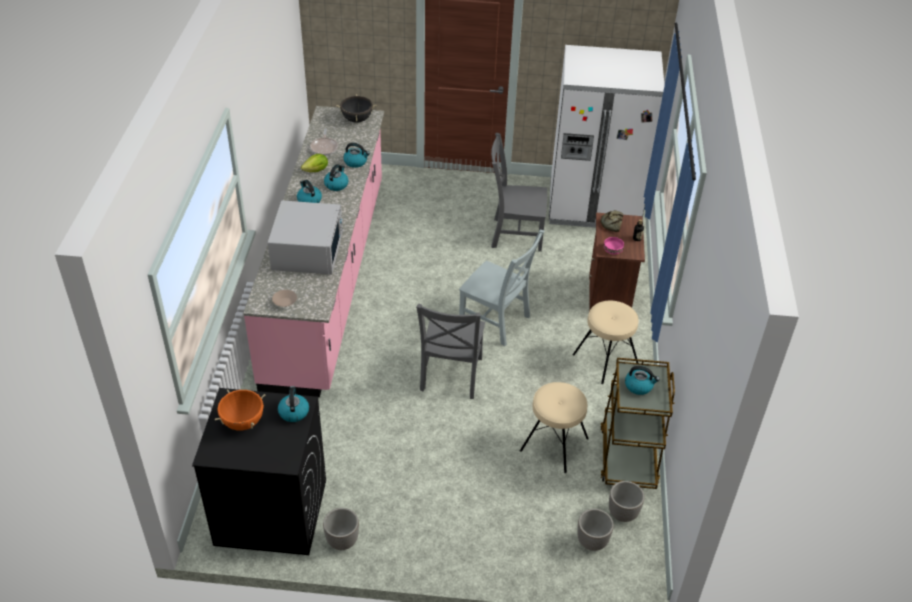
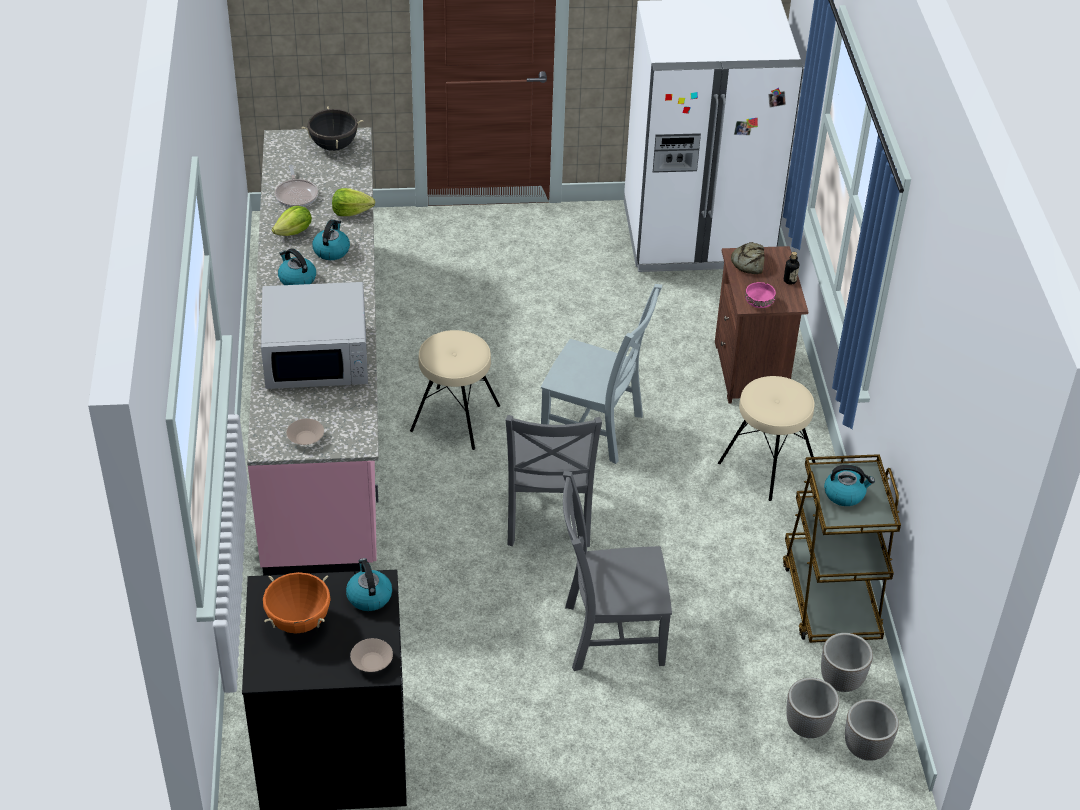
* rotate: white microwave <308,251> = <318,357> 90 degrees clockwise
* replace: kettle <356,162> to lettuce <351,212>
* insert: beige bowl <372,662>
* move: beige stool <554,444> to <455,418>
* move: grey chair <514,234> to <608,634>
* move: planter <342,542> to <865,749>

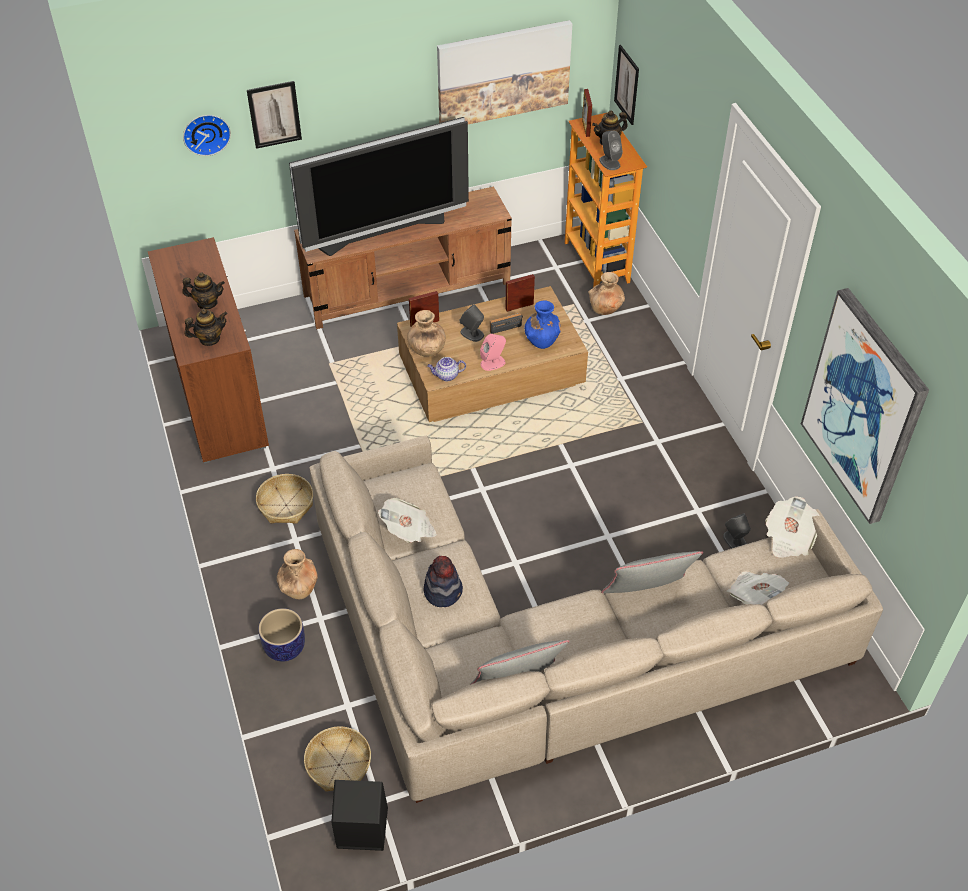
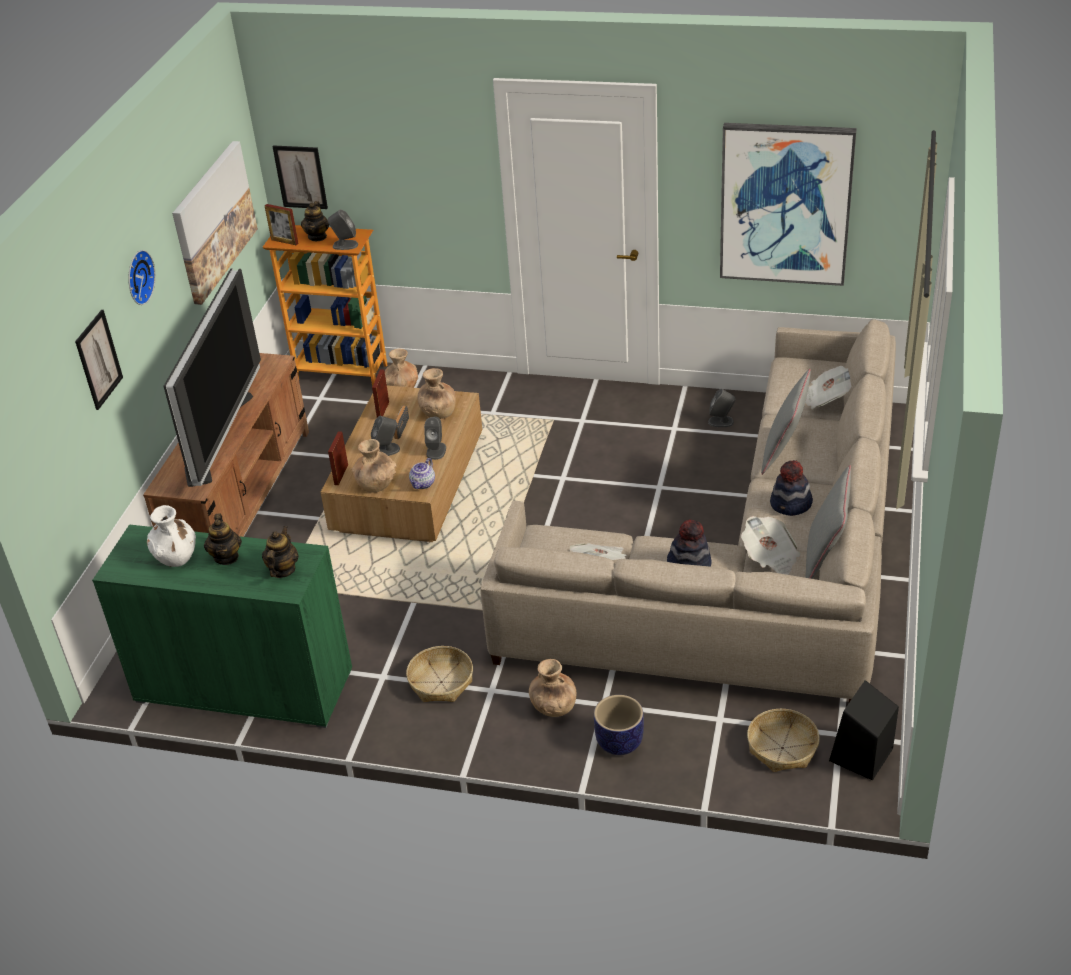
* recolor: brown cabinet <220,397> to green cabinet <244,686>
* move: wall clock <206,133> to <137,277>
* insert: white vase <176,557>
* rotate: teapot <207,303> = <226,557> 135 degrees clockwise
* recolor: blue vase <542,339> to brown vase <437,412>
* recolor: pink speaker <493,363> to grey speaker <436,450>
* move: newspaper <788,538> to <770,558>
* insert: hat <791,505>

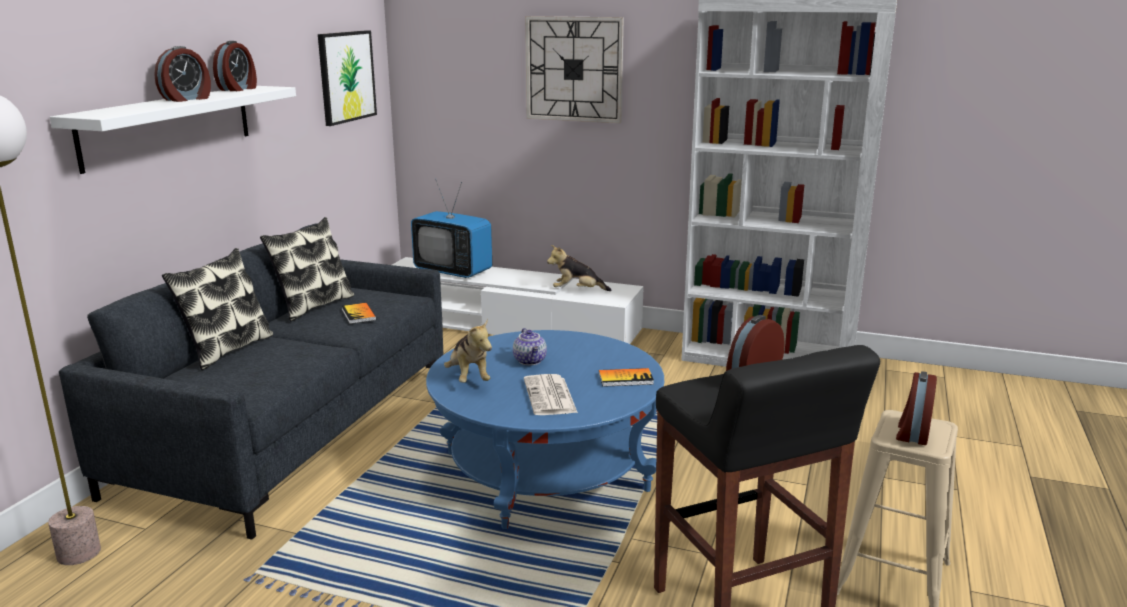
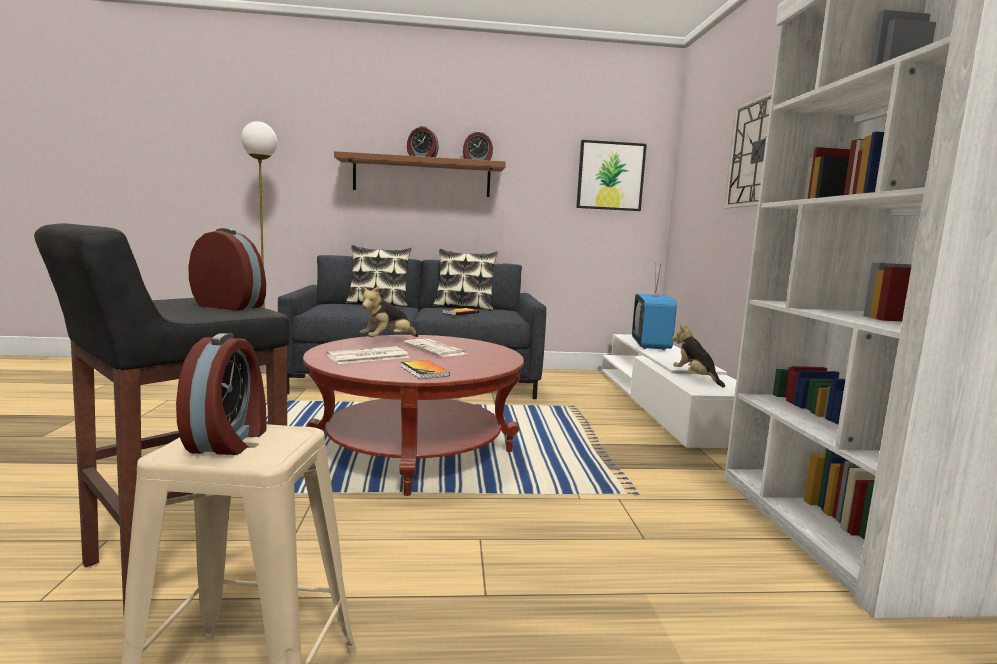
* rotate: alarm clock <912,433> = <230,440> 90 degrees clockwise
* recolor: blue coffee table <546,471> to red coffee table <414,450>
* recolor: white shelf <169,126> to brown shelf <422,177>
* replace: teapot <530,361> to newspaper <436,349>

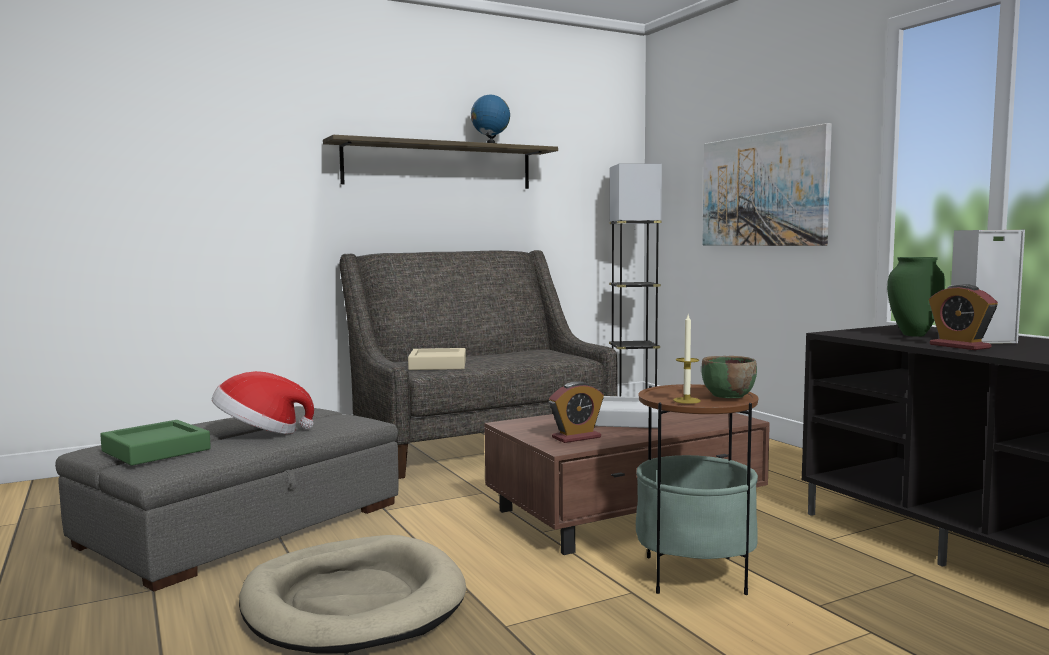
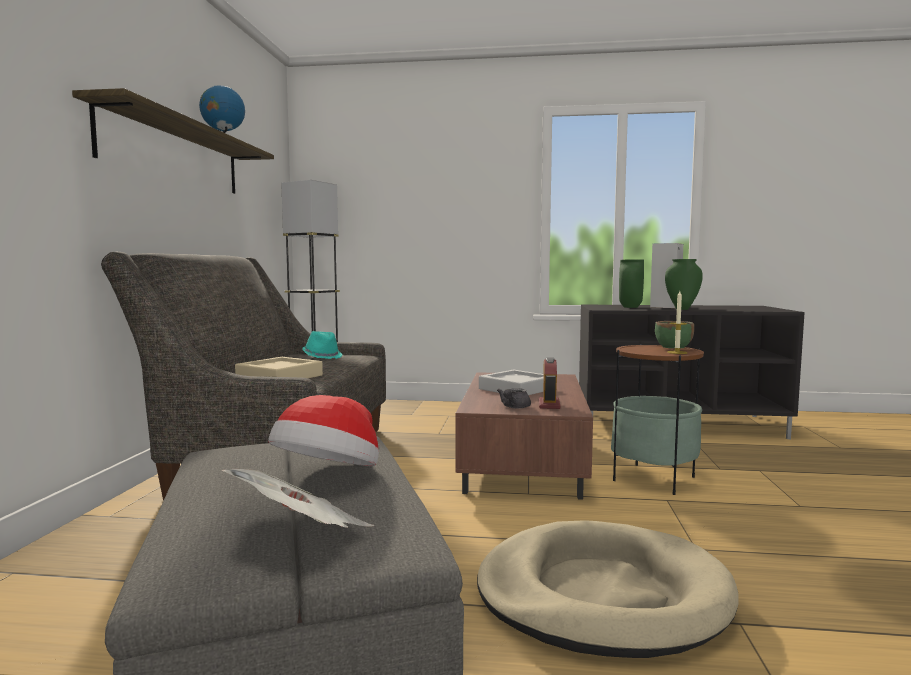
* replace: green tray <156,450> to newspaper <302,534>
* insert: turquoise hat <322,356>
* insert: grey teapot <514,407>
* replace: alarm clock <959,346> to green vase <682,309>
* delete: picture <763,190>

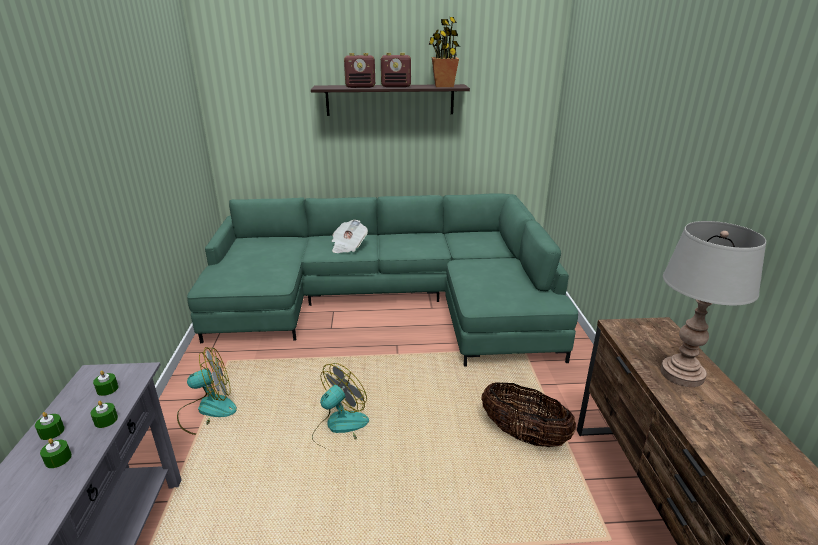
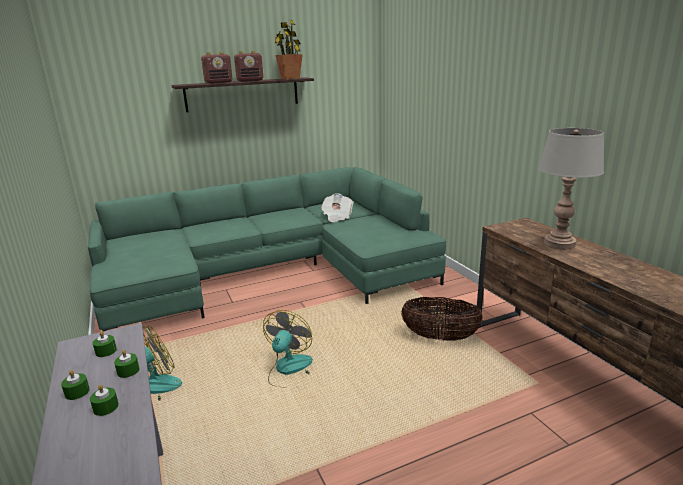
* move: newspaper <348,246> to <337,216>

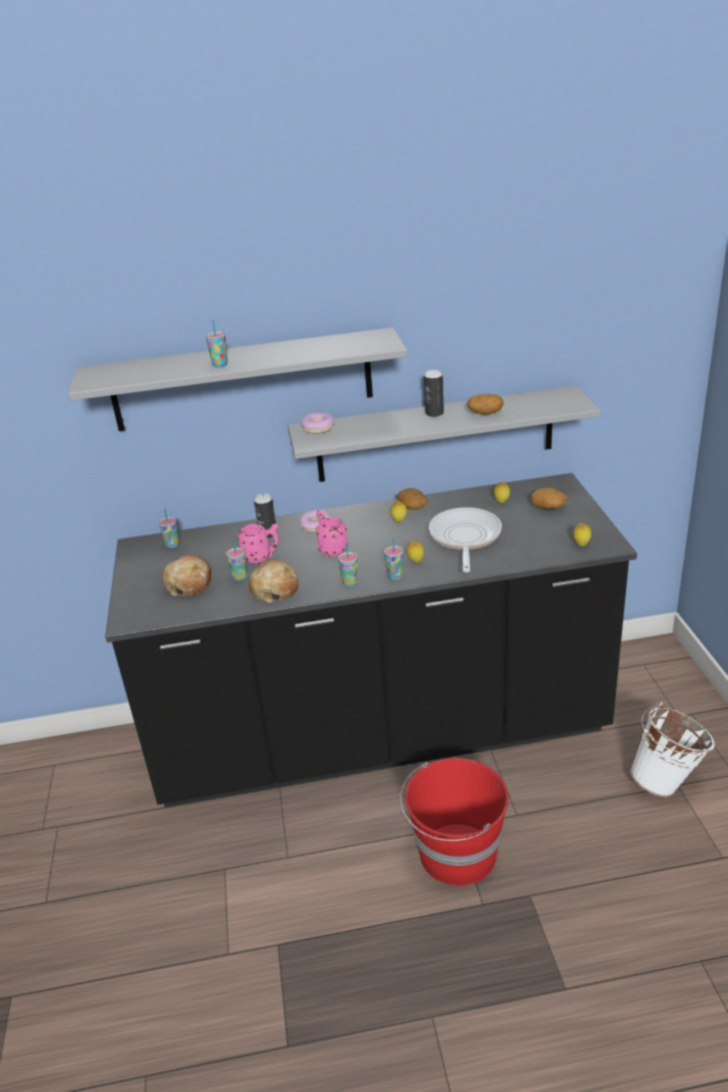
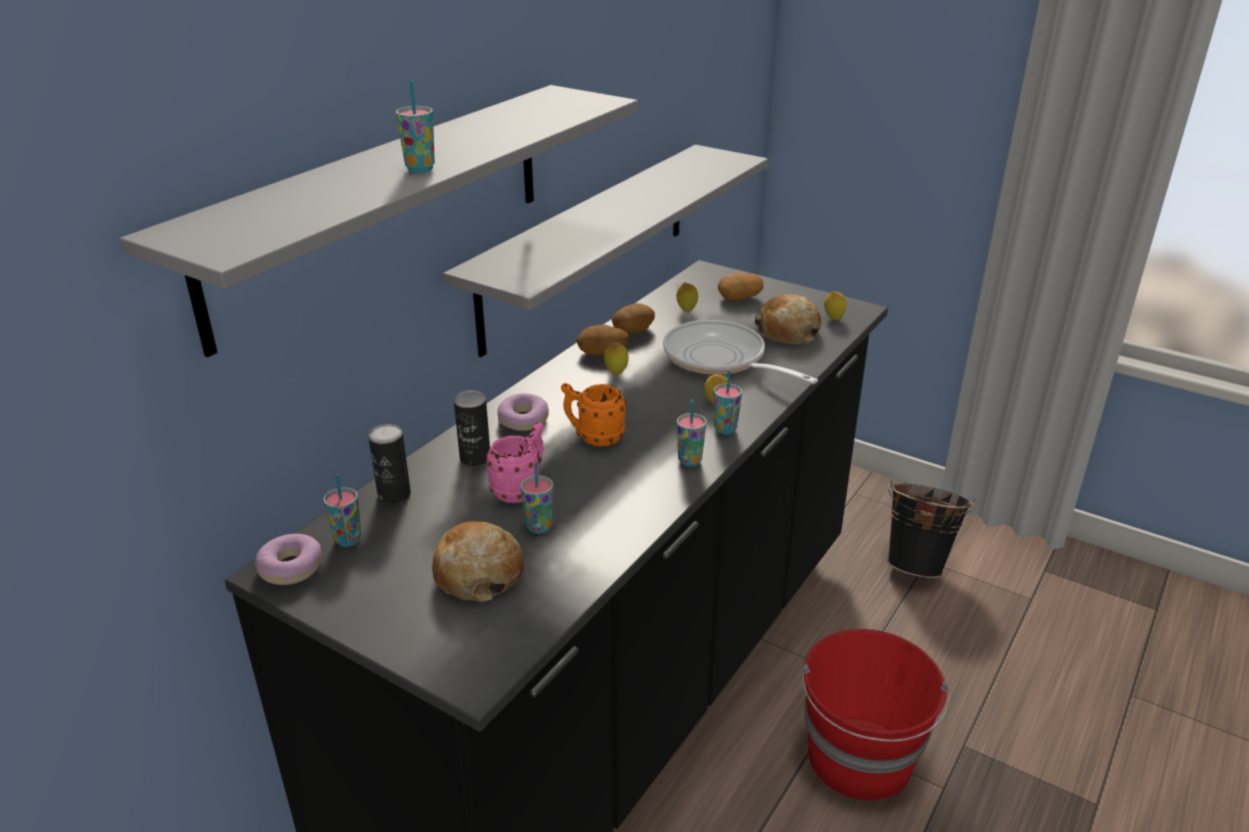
* move: donut <318,428> to <291,567>
* move: can <434,413> to <394,495>
* recolor: pink mug <330,549> to orange mug <593,437>
* move: potato <485,413> to <633,330>
* move: bread <274,589> to <787,331>
* recolor: white bucket <667,782> to black bucket <917,563>

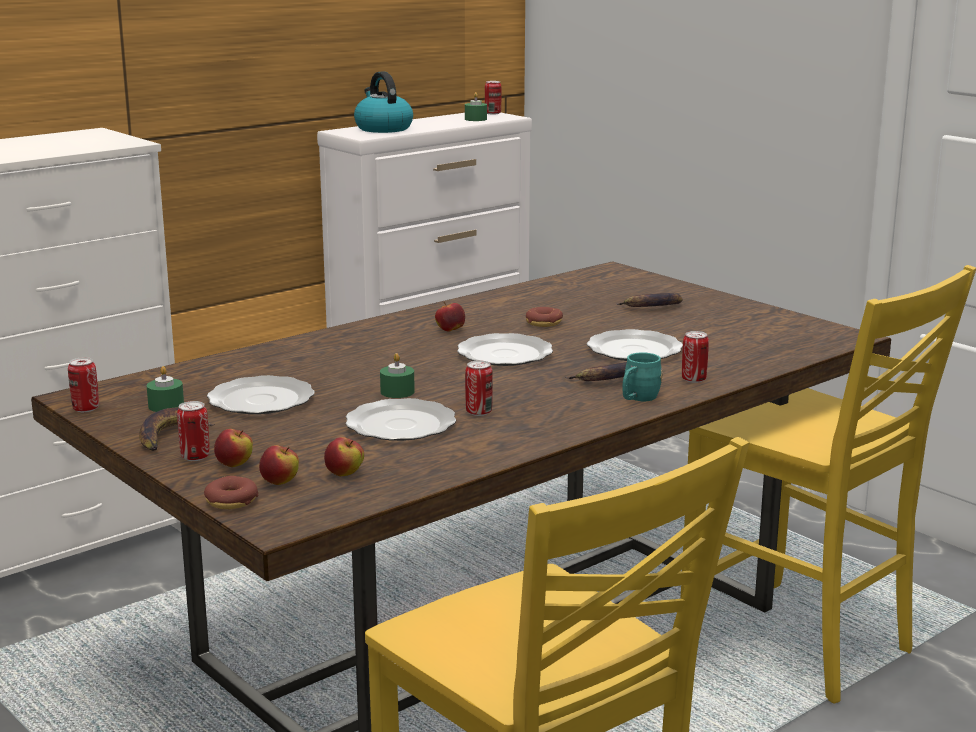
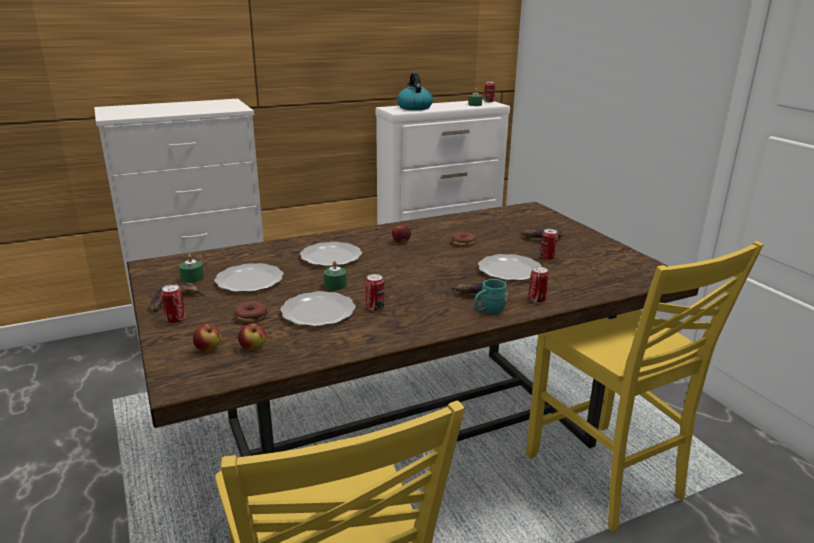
* move: donut <231,501> to <251,316>
* move: plate <503,354> to <330,256>
* move: can <86,409> to <547,258>
* delete: apple <235,464>

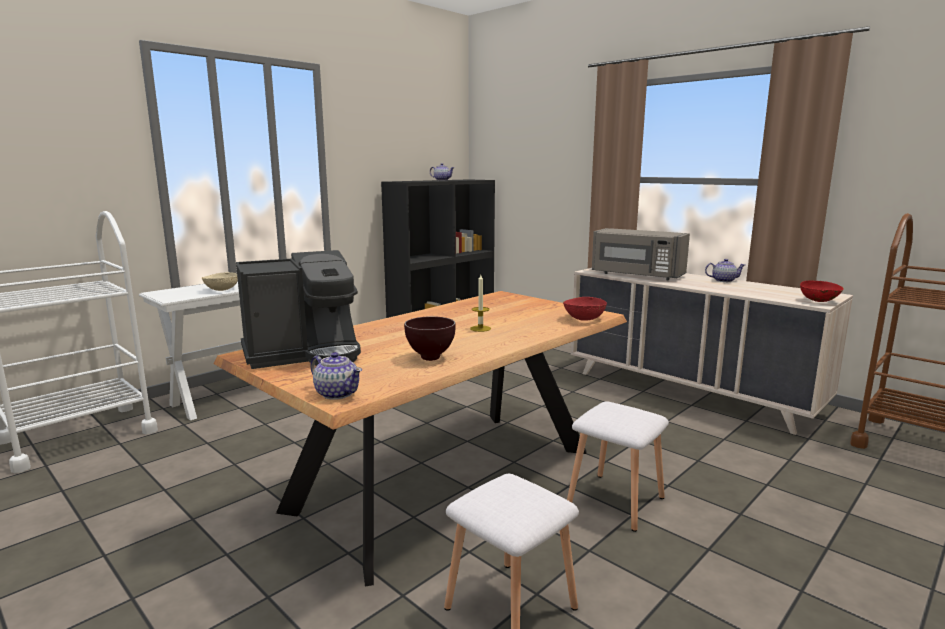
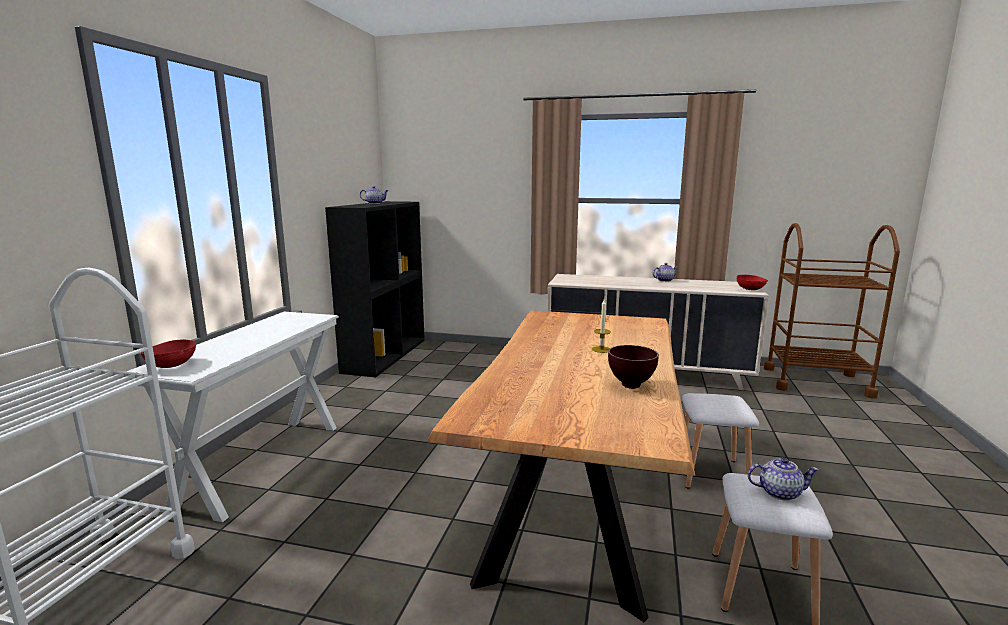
* move: red bowl <584,319> to <171,365>
* move: teapot <337,393> to <779,492>
* delete: beige bowl <222,290>
* delete: coffee machine <304,354>
* delete: grey microwave <636,275>

